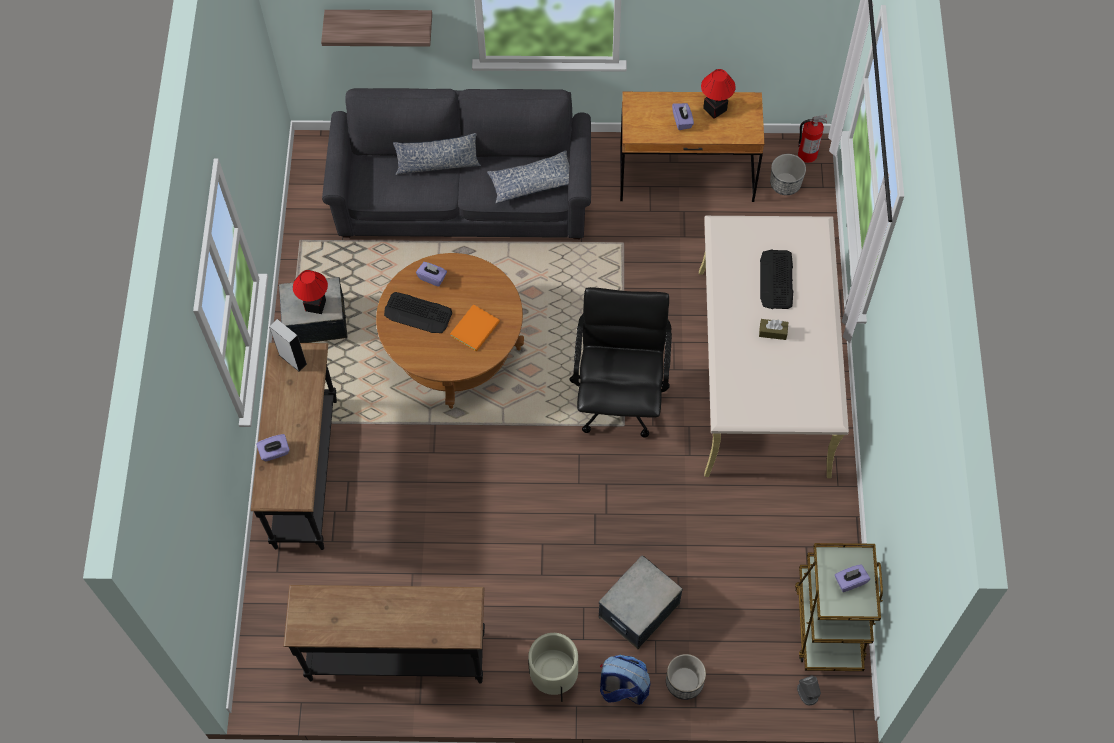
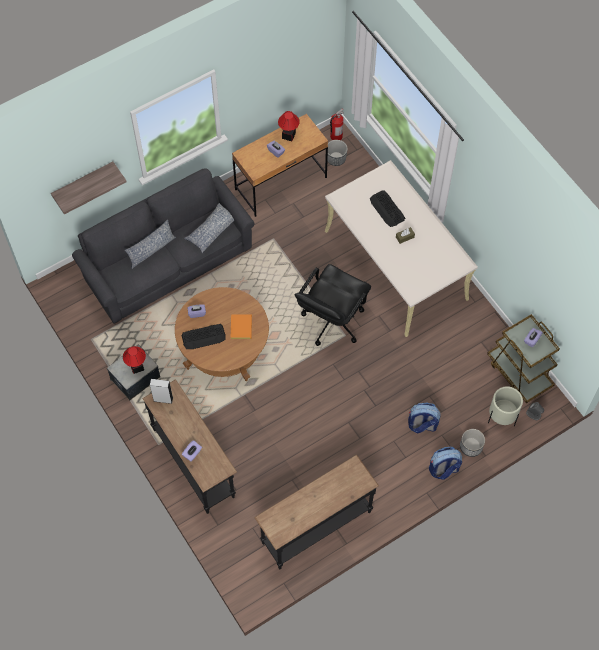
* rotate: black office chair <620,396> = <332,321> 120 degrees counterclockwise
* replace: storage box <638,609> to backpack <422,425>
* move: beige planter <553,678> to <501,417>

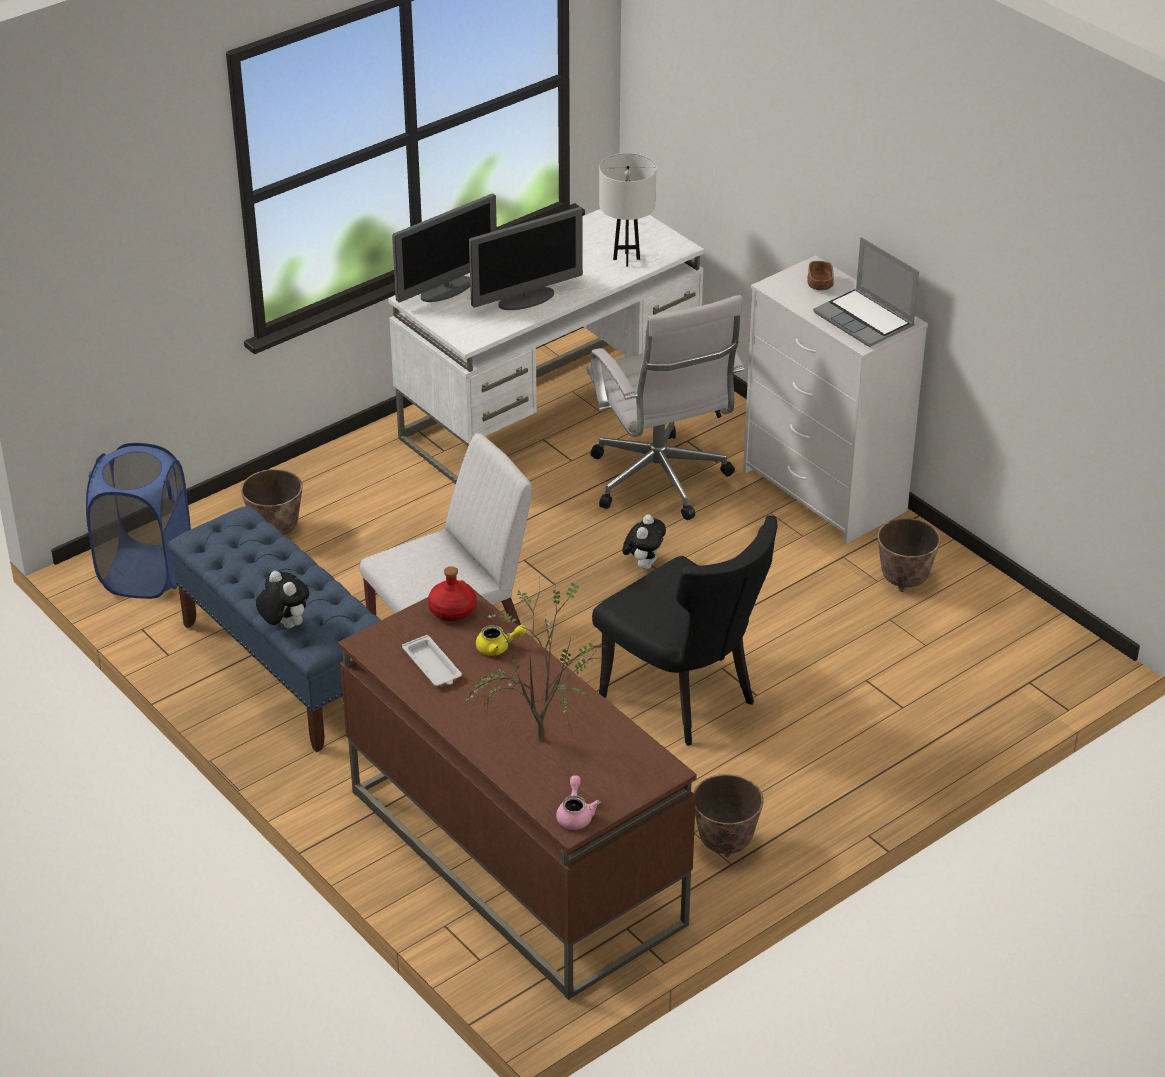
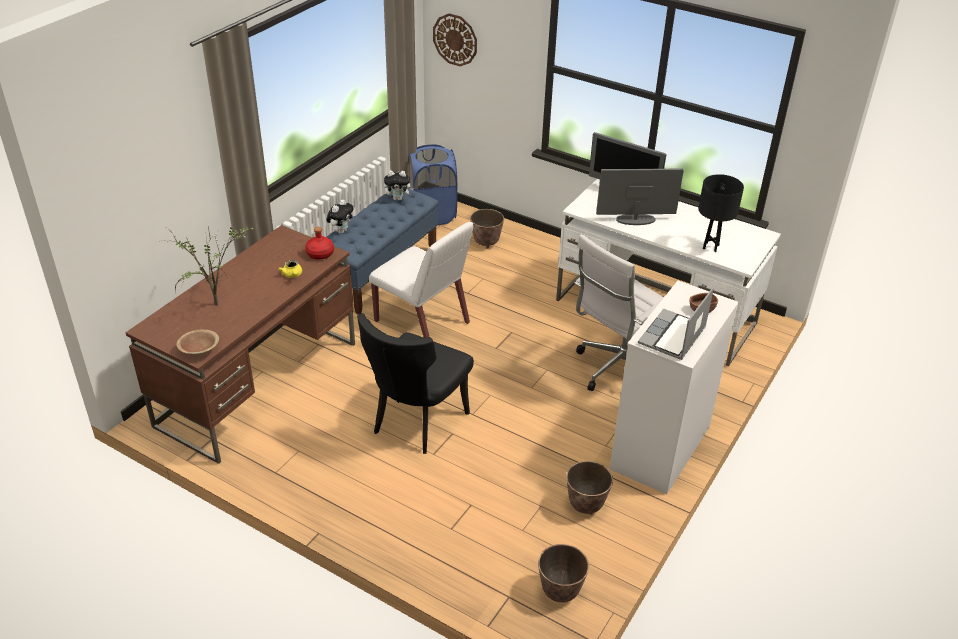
* insert: brown bowl <199,350>
* move: plush toy <644,564> to <398,198>
* insert: wall clock <455,39>
* move: planter <725,845> to <560,593>
* rotate: monitor <527,299> = <635,220> 135 degrees clockwise
* recolor: white table lamp <626,259> to black table lamp <710,247>
* delete: white tray <432,666>
* delete: pink teapot <575,814>

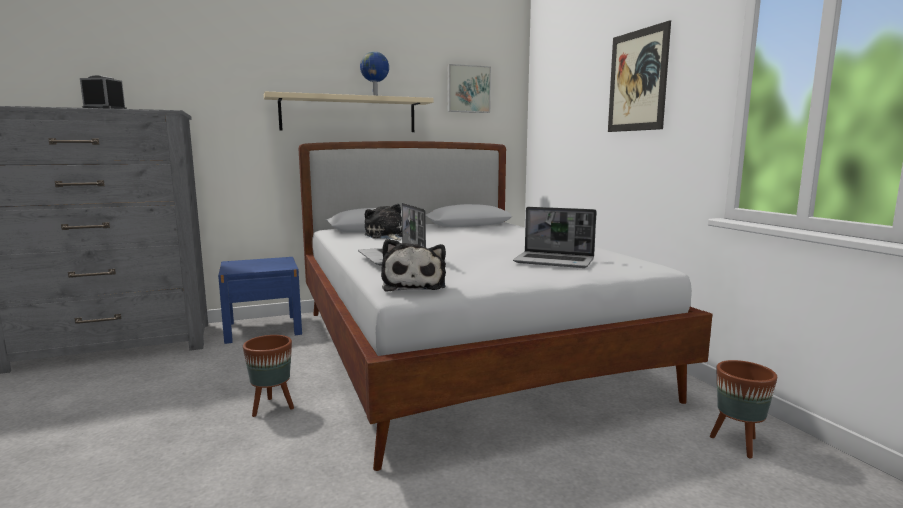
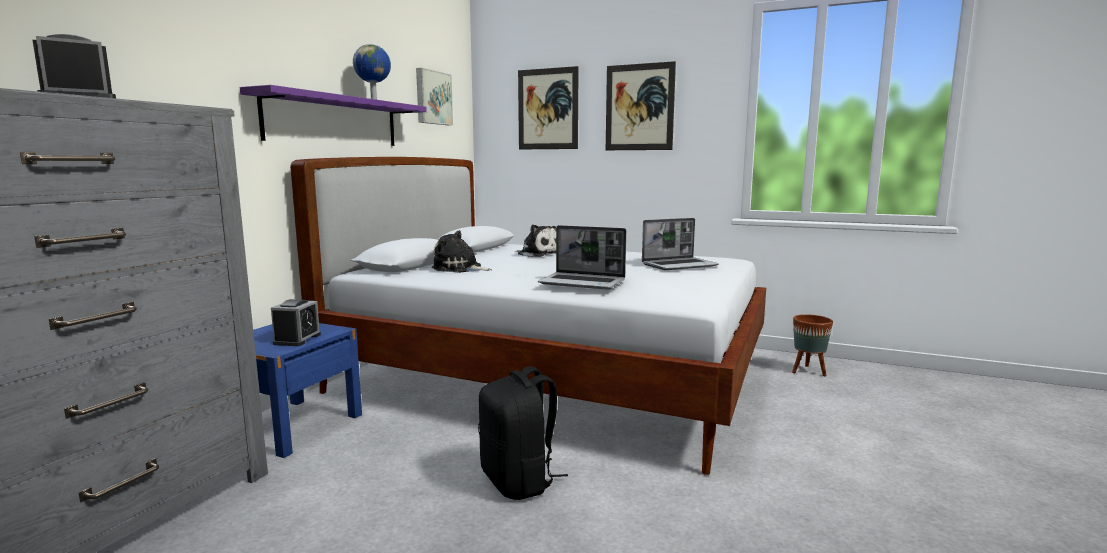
* recolor: beige shelf <349,114> to purple shelf <334,121>
* insert: alarm clock <297,339>
* replace: brown planter <272,408> to black backpack <519,481>
* move: plush toy <414,285> to <538,254>
* insert: picture <548,109>

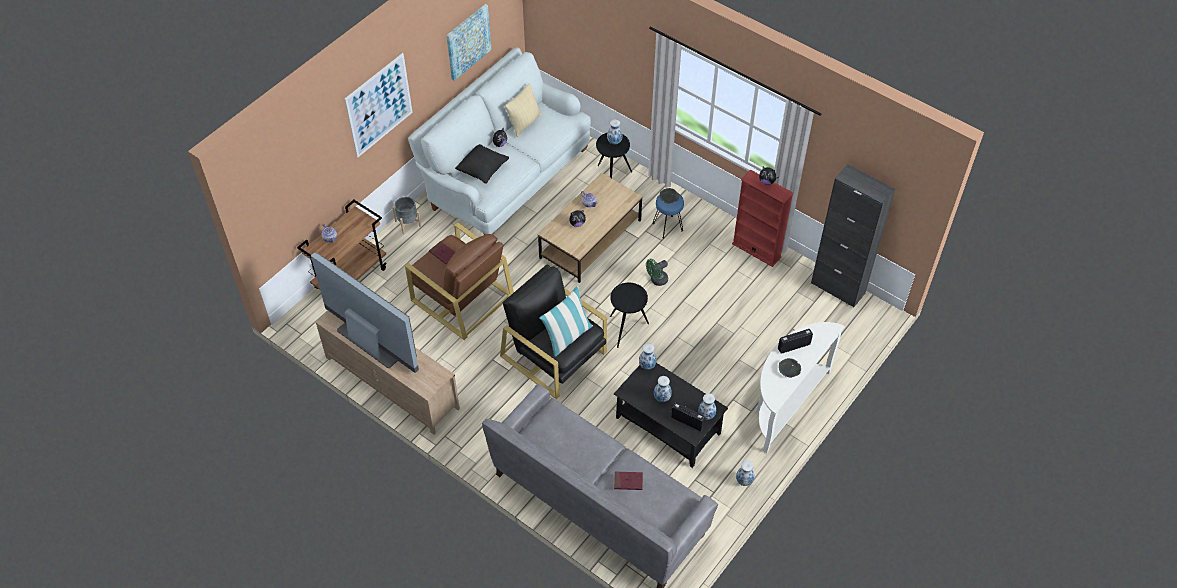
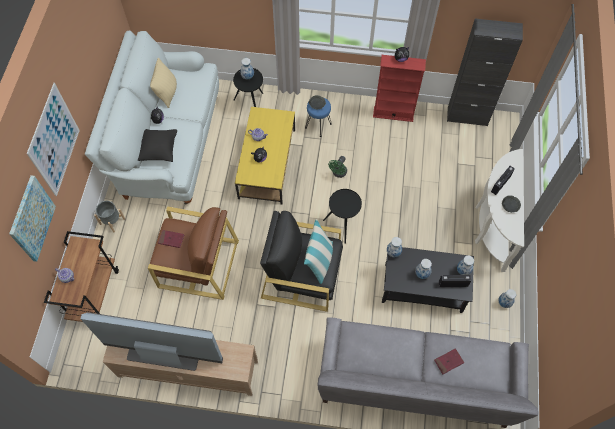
* move: picture <468,41> to <31,219>
* recolor: brown coffee table <590,238> to yellow coffee table <267,163>

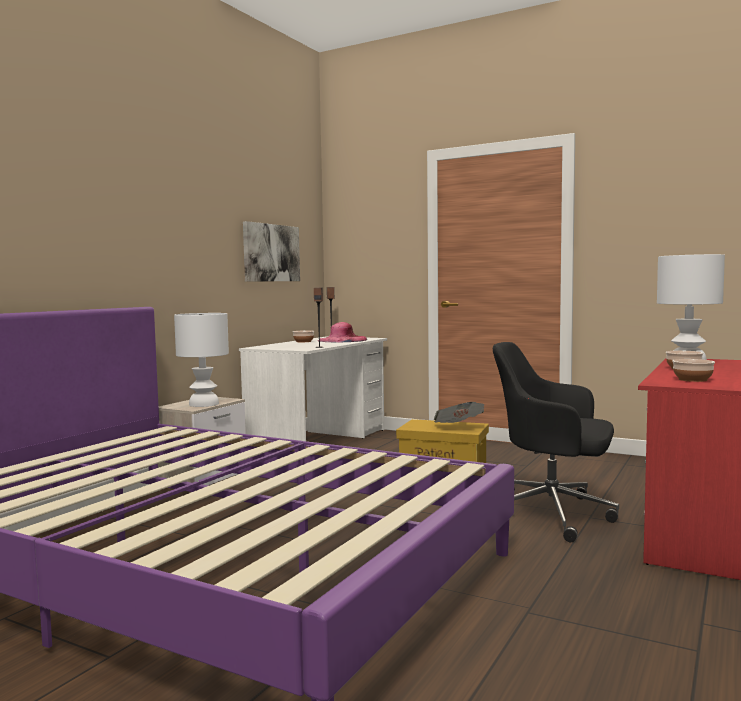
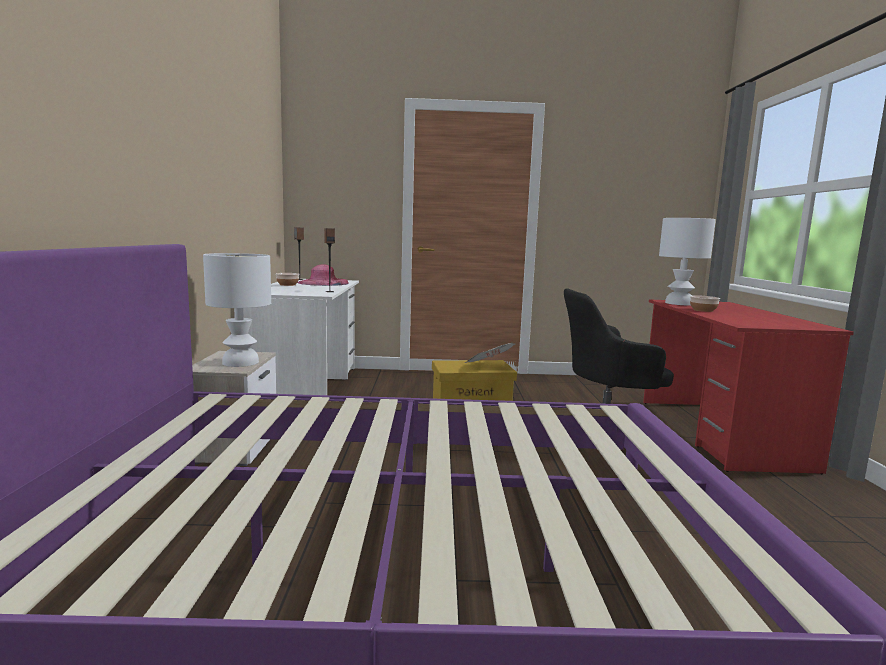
* delete: picture <271,253>
* delete: bowl <692,379>

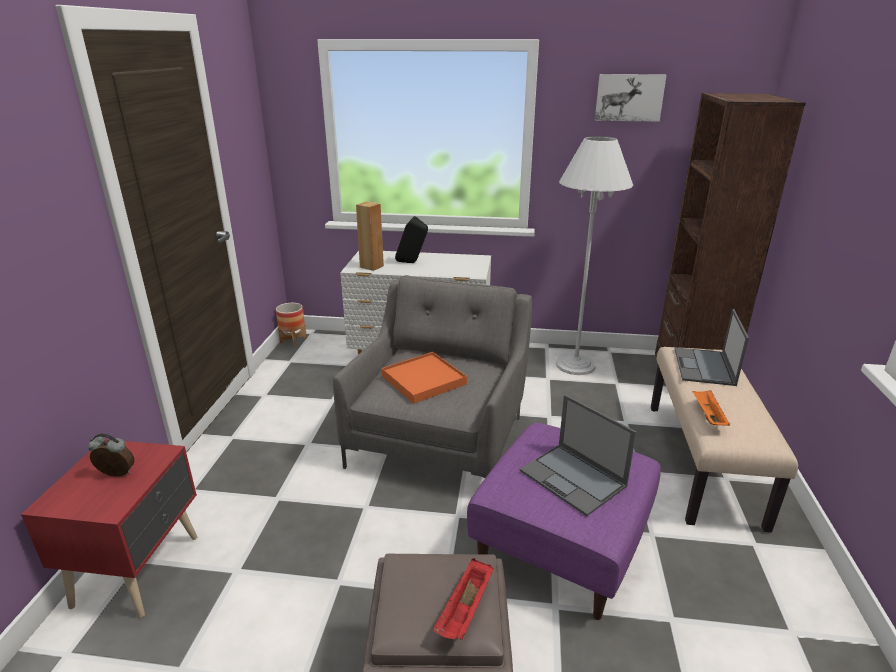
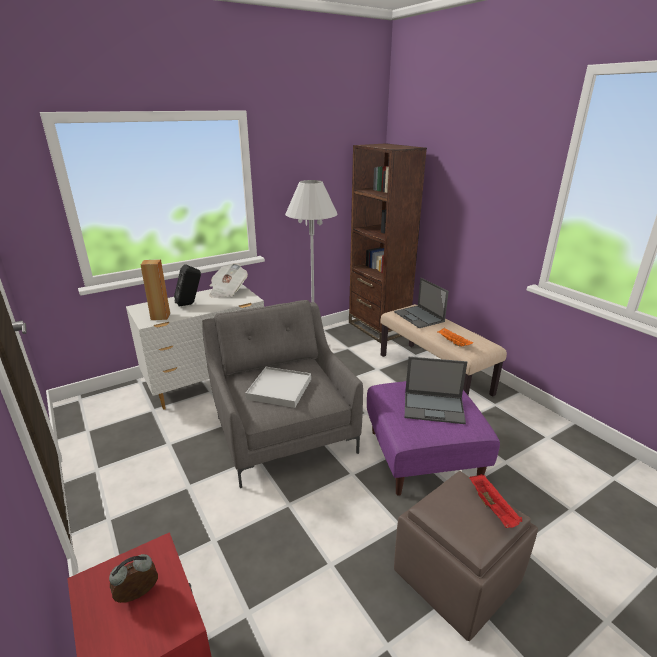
* insert: newspaper <227,291>
* recolor: orange tray <423,380> to white tray <279,389>
* delete: planter <293,340>
* delete: picture <629,97>

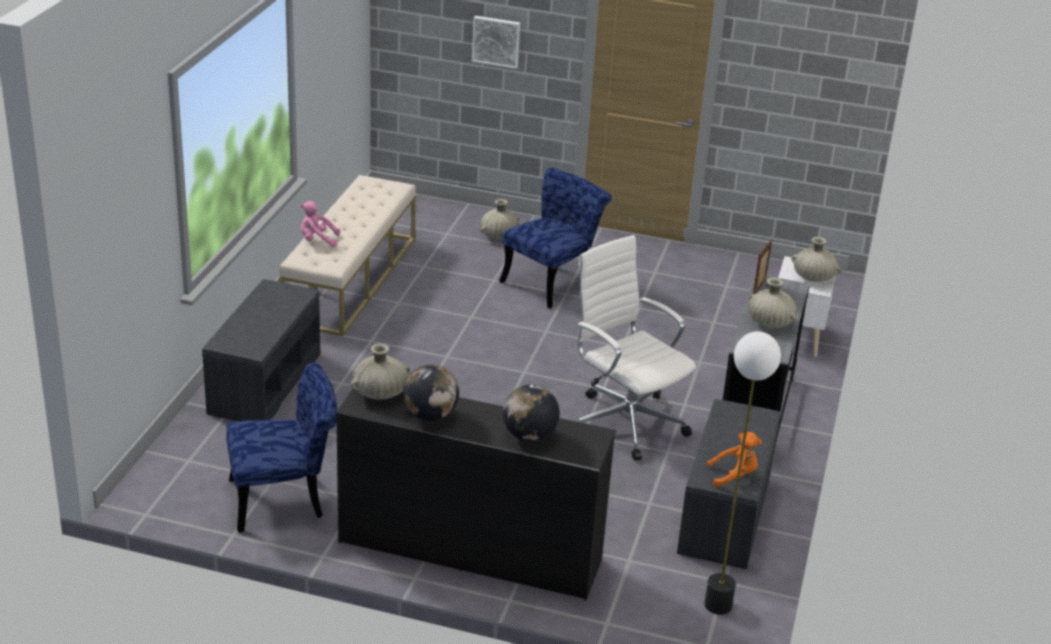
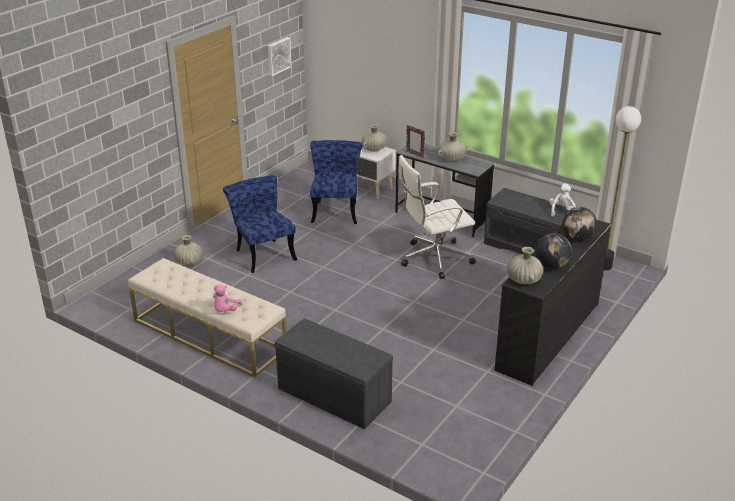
* move: picture <496,41> to <278,56>
* move: blue chair <286,499> to <336,210>
* recolor: orange plush toy <734,476> to white plush toy <561,212>

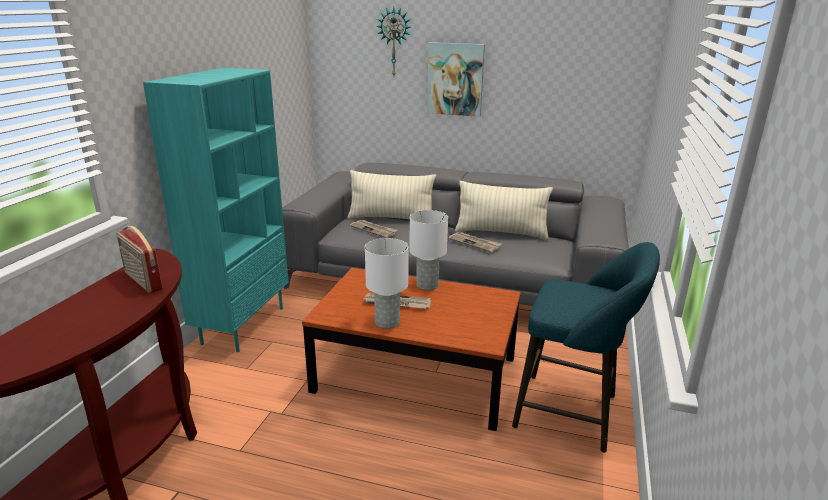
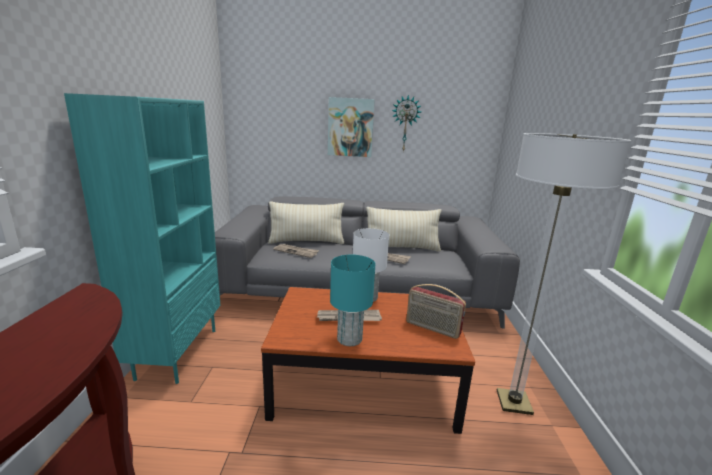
* recolor: white table lamp <388,322> to turquoise table lamp <350,338>
* move: wall clock <394,42> to <405,124>
* move: radio <142,281> to <432,328>
* replace: turquoise stool <572,413> to floor lamp <514,402>

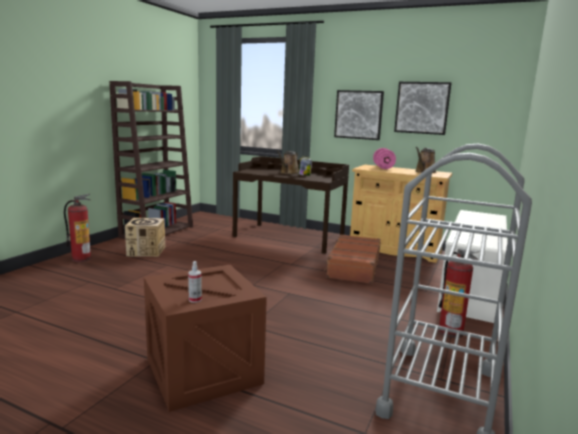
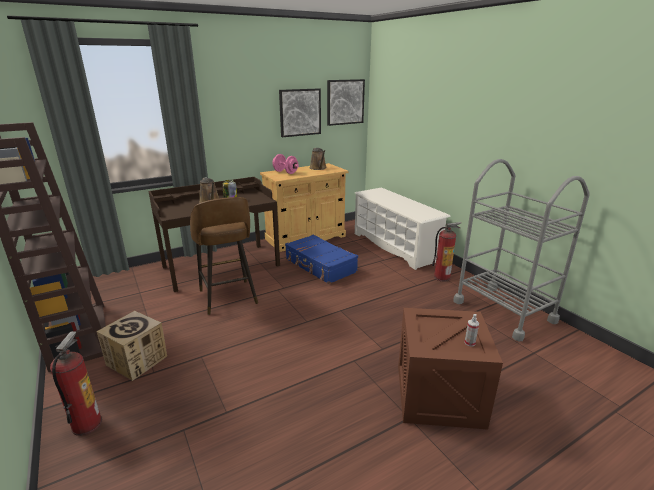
* insert: brown stool <228,298>
* recolor: brown suitcase <353,267> to blue suitcase <320,266>
* move: picture <358,114> to <345,102>

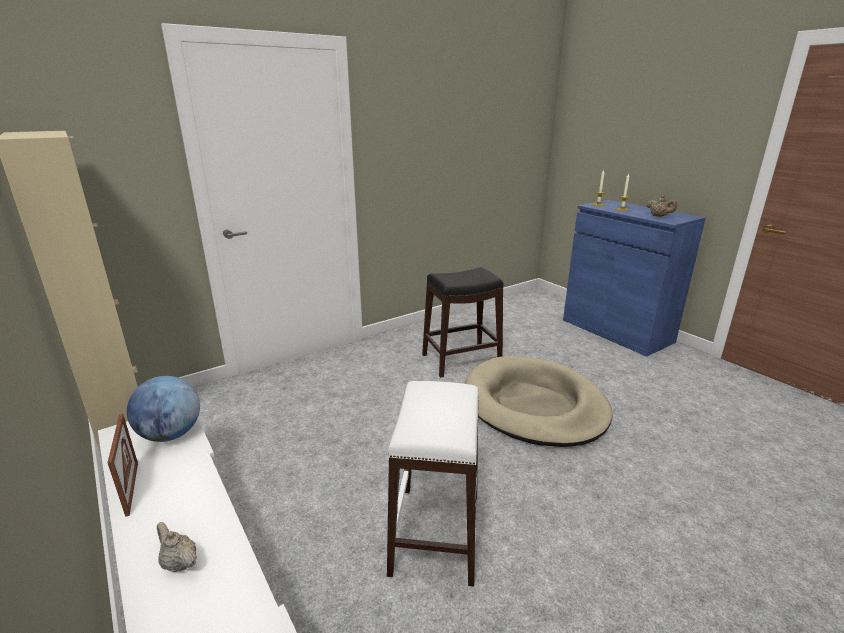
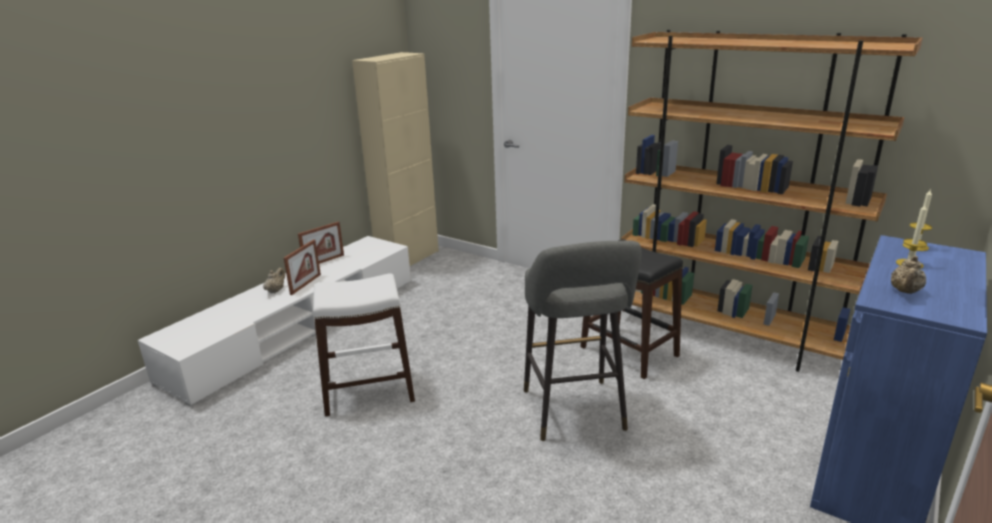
* insert: picture frame <305,284>
* replace: beige dog bed <534,405> to grey stool <575,413>
* insert: brown bookcase <727,335>
* delete: globe <171,434>

